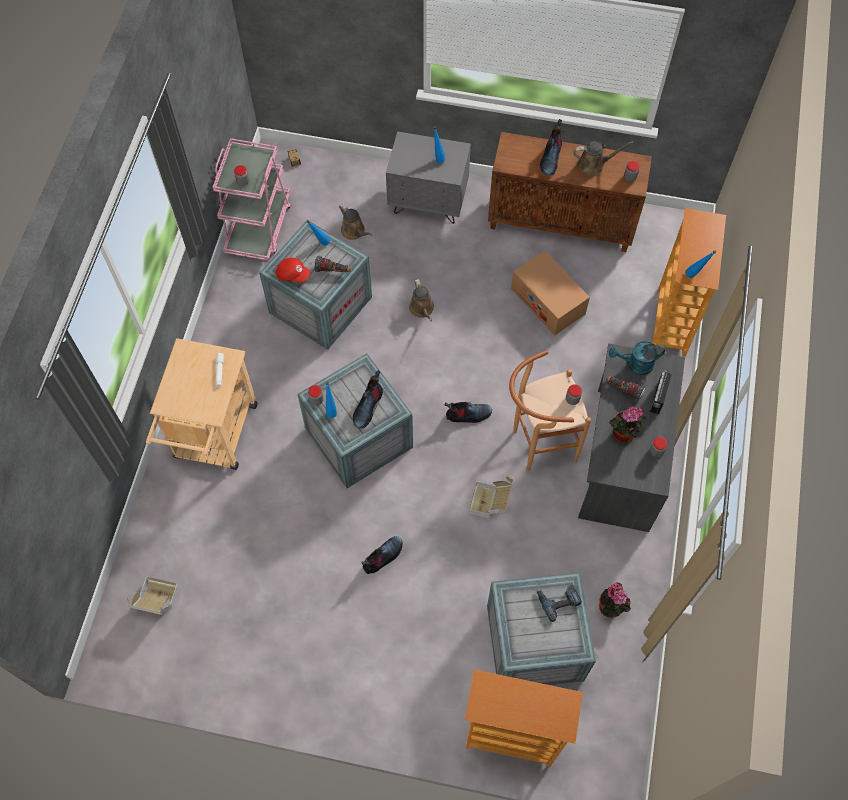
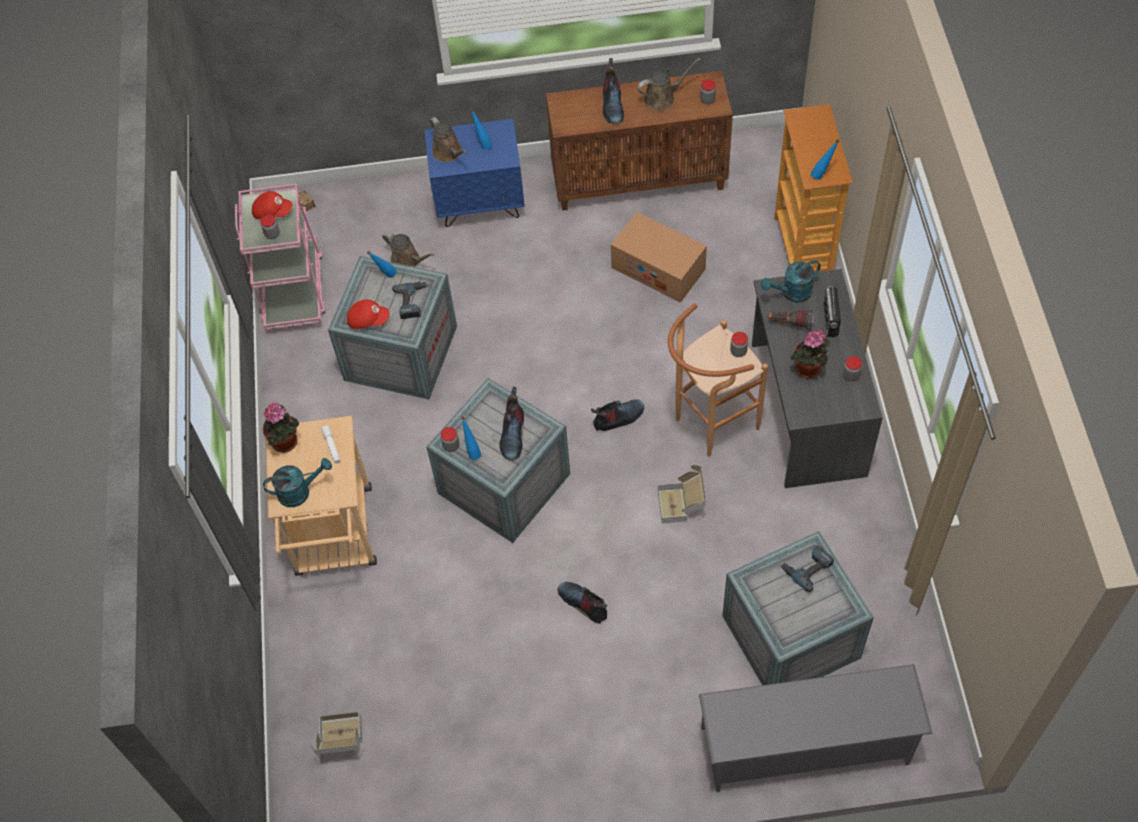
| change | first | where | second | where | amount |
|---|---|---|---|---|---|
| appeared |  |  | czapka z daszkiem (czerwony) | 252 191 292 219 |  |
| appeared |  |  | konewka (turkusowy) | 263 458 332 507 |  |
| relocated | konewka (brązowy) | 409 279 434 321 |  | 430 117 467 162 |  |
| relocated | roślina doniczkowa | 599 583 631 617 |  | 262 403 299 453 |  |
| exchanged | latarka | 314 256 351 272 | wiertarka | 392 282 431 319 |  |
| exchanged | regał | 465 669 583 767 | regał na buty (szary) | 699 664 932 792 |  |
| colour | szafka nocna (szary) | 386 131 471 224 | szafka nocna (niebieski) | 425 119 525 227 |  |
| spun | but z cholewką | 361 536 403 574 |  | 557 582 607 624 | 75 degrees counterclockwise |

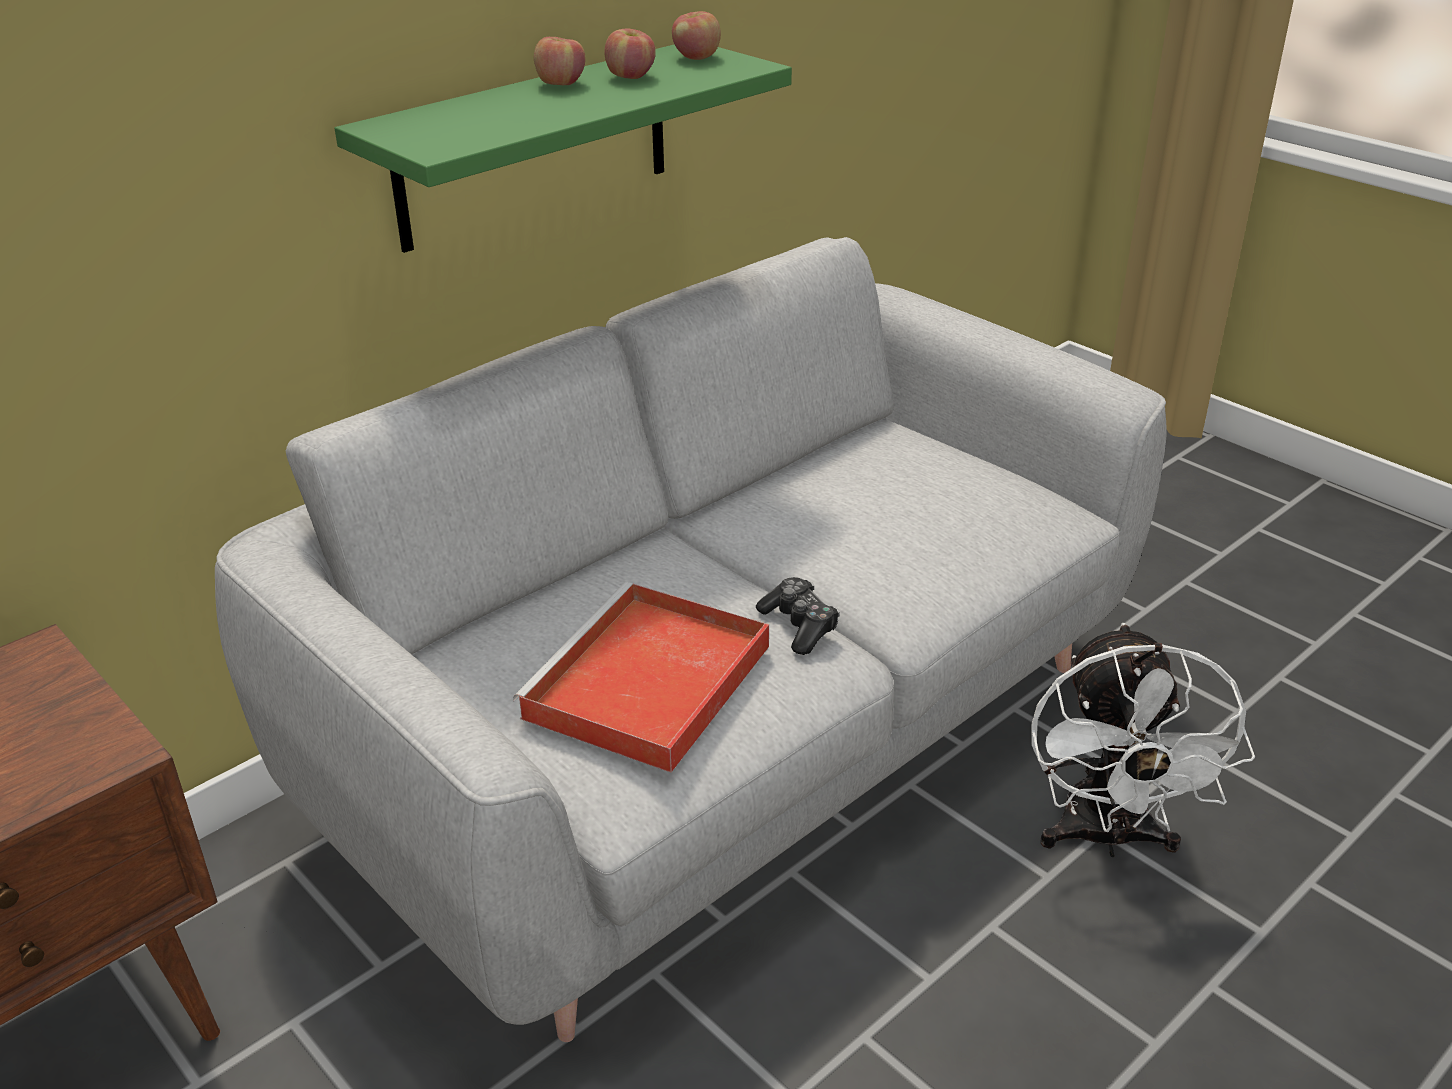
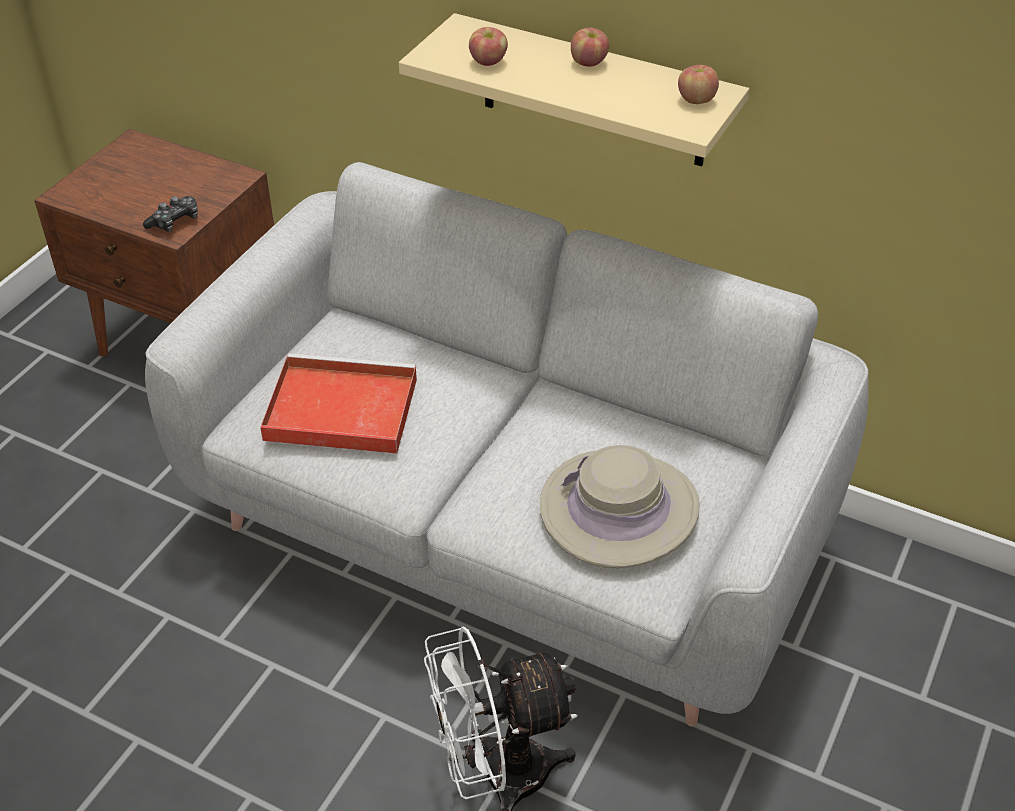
| change | first | where | second | where | amount |
|---|---|---|---|---|---|
| appeared |  |  | kapelusz (beżowy) | 540 445 700 568 |  |
| relocated | jabłko | 604 28 656 79 |  | 469 27 508 66 |  |
| relocated | pad do gier | 756 577 840 655 |  | 143 196 198 232 |  |
| colour | półka (zielony) | 335 44 792 253 | półka (beżowy) | 399 13 749 167 |  |

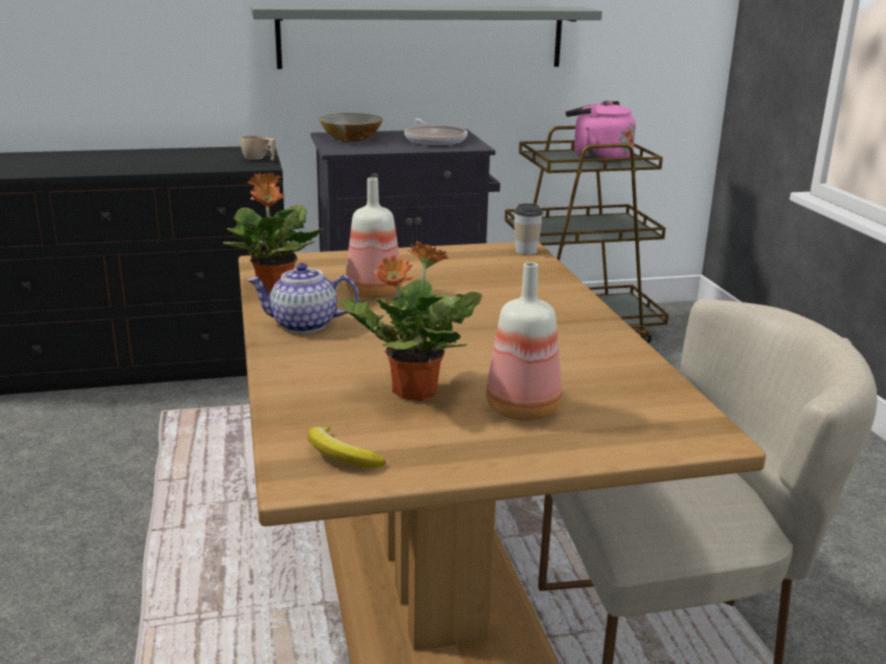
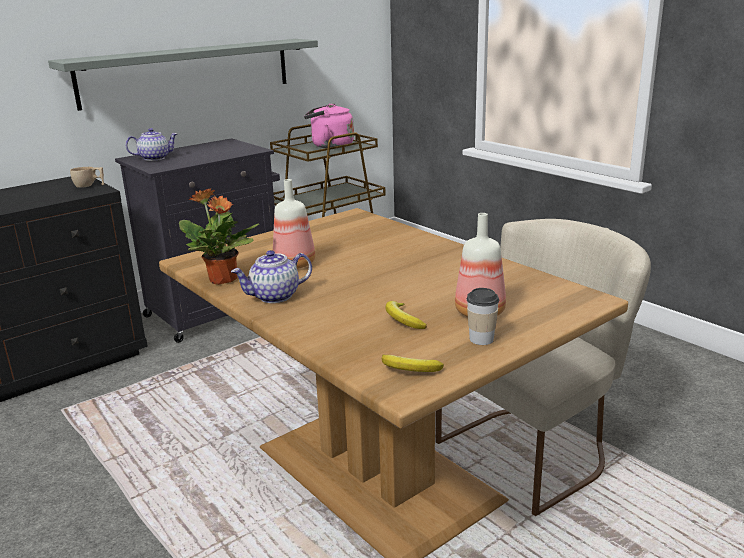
| change | first | where | second | where | amount |
|---|---|---|---|---|---|
| missing | patelnia | 404 118 468 145 |  |  |  |
| relocated | filiżanka | 514 203 543 255 |  | 467 288 499 345 |  |
| exchanged | miska | 319 113 383 142 | imbryk | 125 128 177 161 |  |
| exchanged | roślina doniczkowa | 340 241 482 401 | banan | 385 301 427 329 |  |

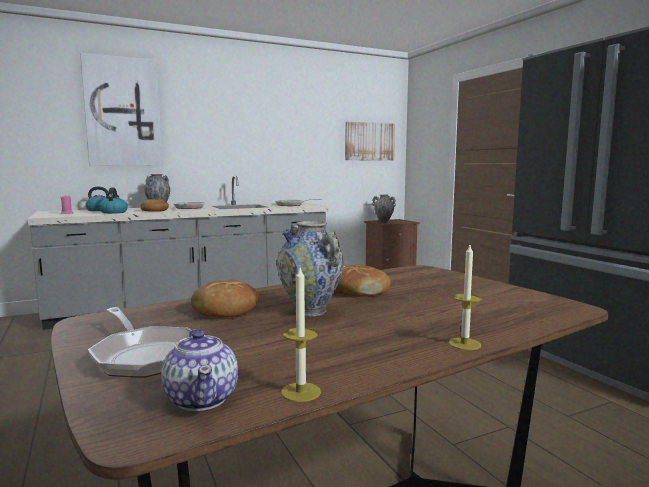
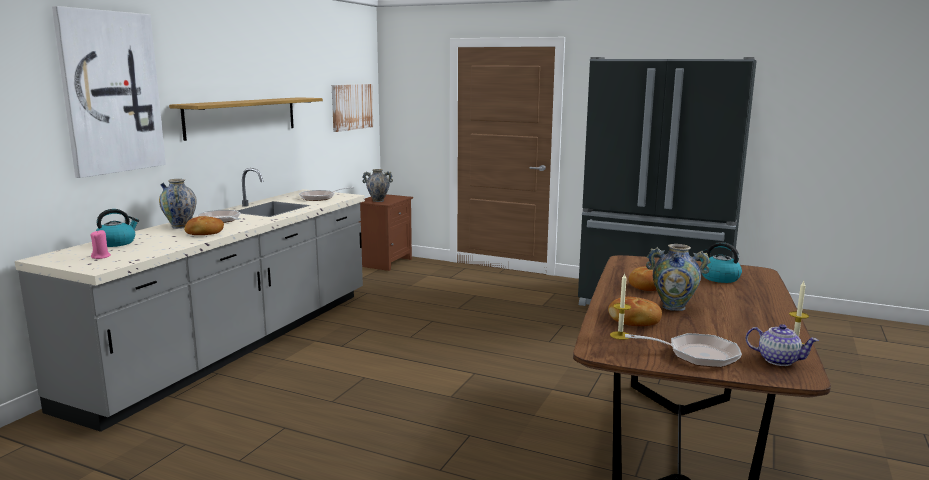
| change | first | where | second | where | amount |
|---|---|---|---|---|---|
| appeared |  |  | półka | 169 97 323 141 |  |
| relocated | czajnik | 99 188 128 214 |  | 700 242 742 283 |  |
| relocated | świeca | 449 245 481 350 |  | 610 273 631 340 |  |

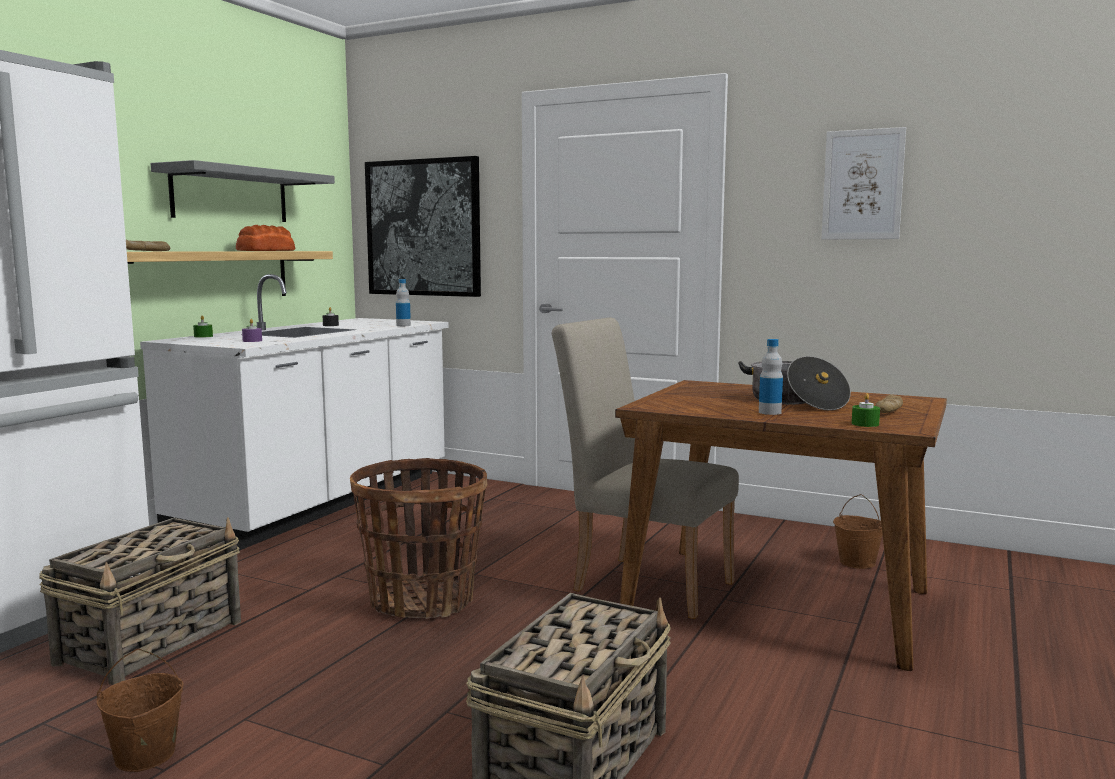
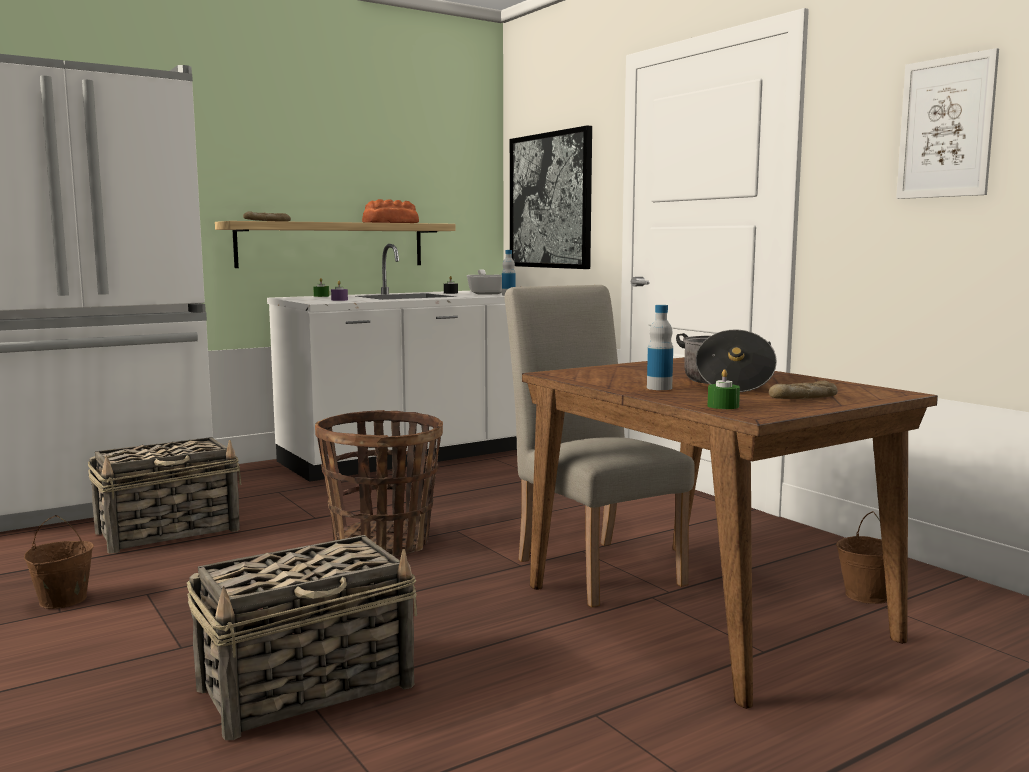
| change | first | where | second | where | amount |
|---|---|---|---|---|---|
| missing | półka (szary) | 150 160 335 222 |  |  |  |
| appeared |  |  | patelnia | 466 269 502 294 |  |

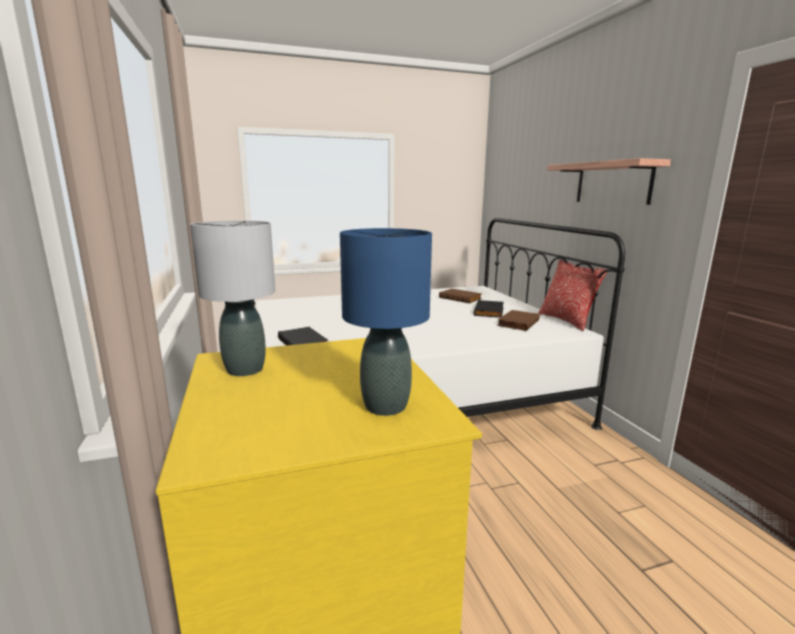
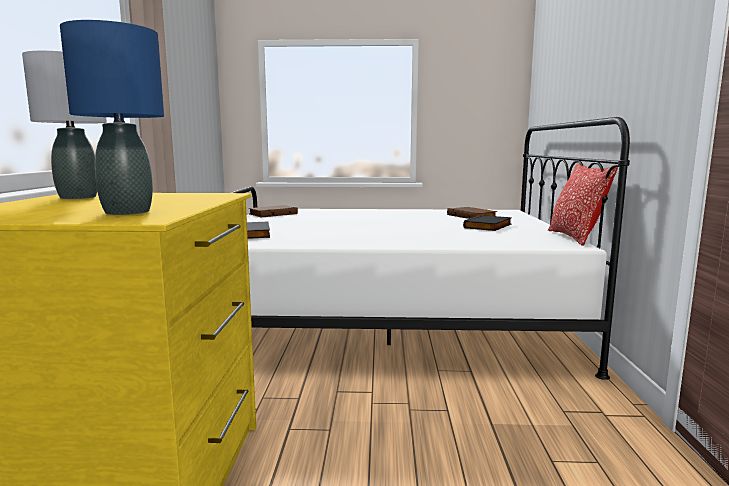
| change | first | where | second | where | amount |
|---|---|---|---|---|---|
| missing | półka | 547 158 671 205 |  |  |  |
| relocated | książka (brązowy) | 497 310 540 331 |  | 249 205 298 217 |  |

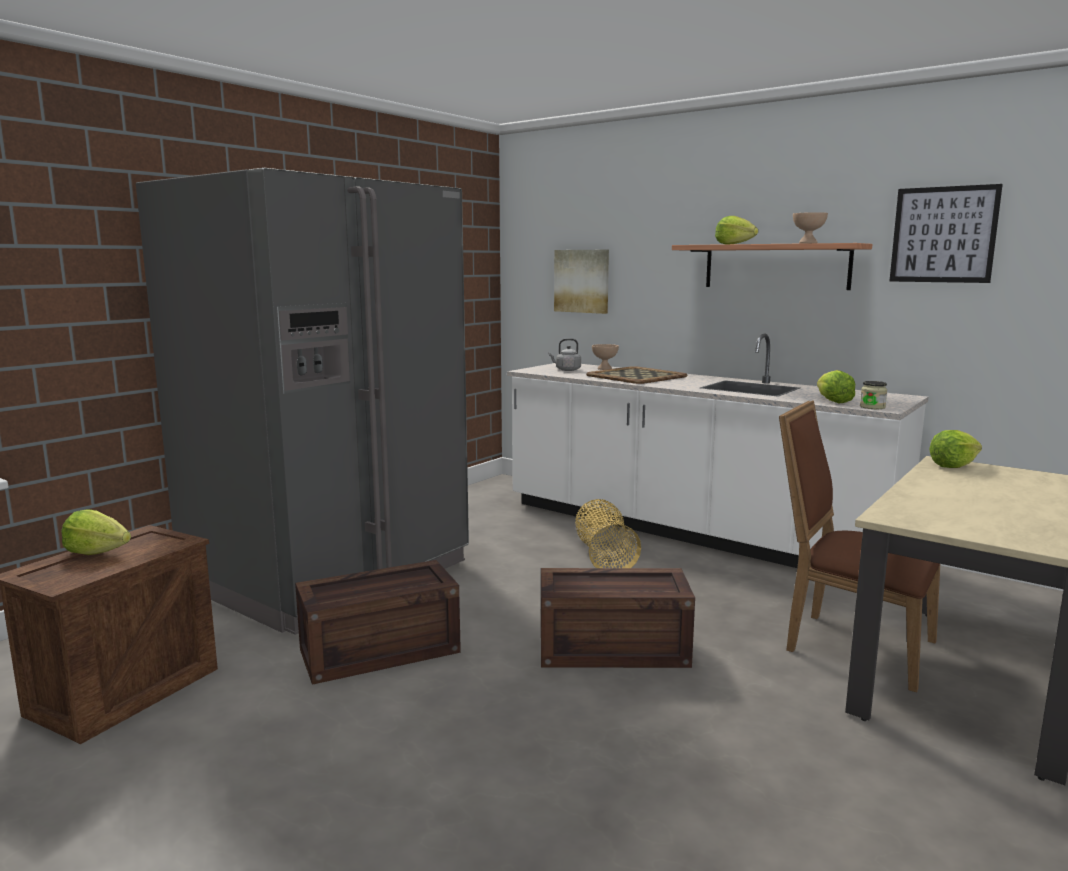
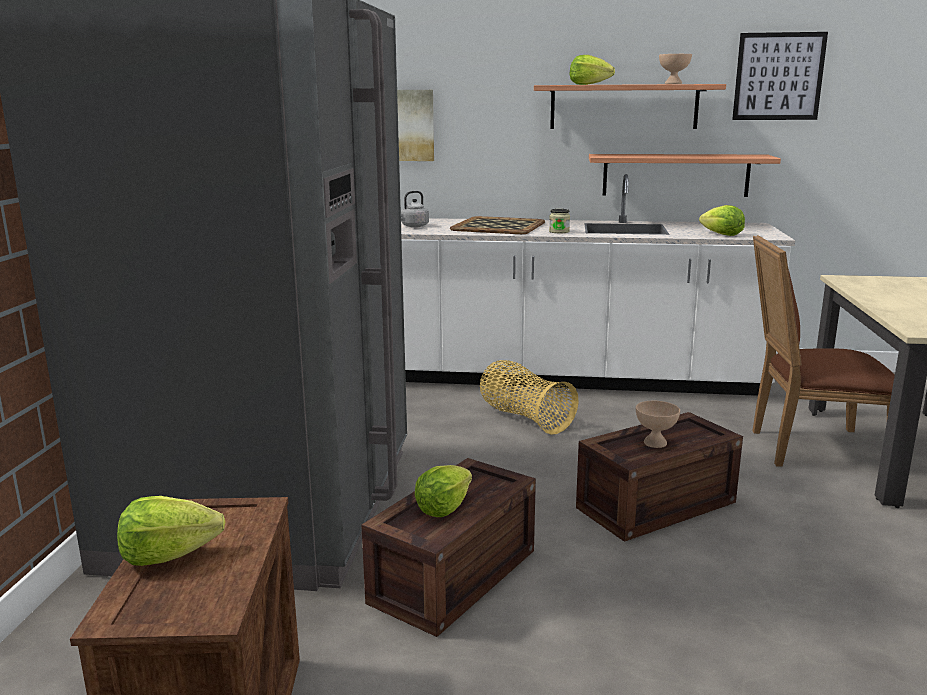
| change | first | where | second | where | amount |
|---|---|---|---|---|---|
| appeared |  |  | półka | 589 154 781 197 |  |
| relocated | miska (beżowy) | 592 344 619 370 |  | 636 401 680 448 |  |
| relocated | słoik | 860 381 887 409 |  | 549 209 570 233 |  |
| relocated | sałata | 929 430 982 468 |  | 415 465 472 517 |  |

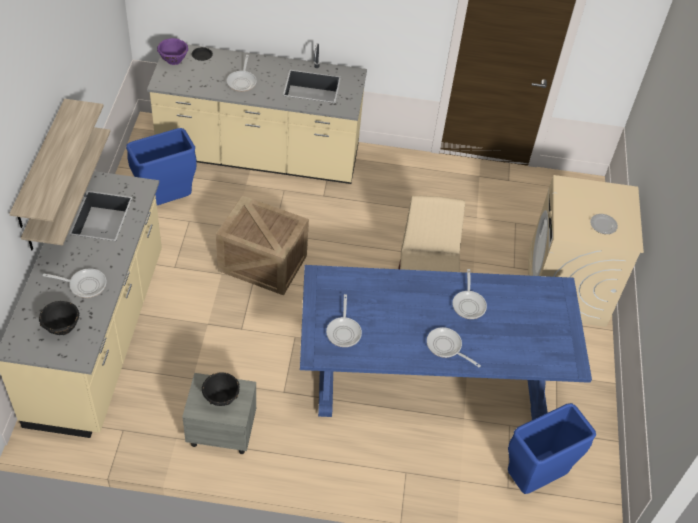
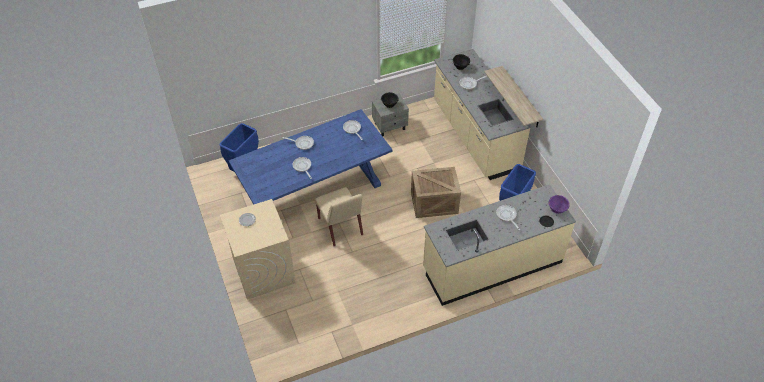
| change | first | where | second | where | amount |
|---|---|---|---|---|---|
| missing | półka | 9 99 104 228 |  |  |  |

